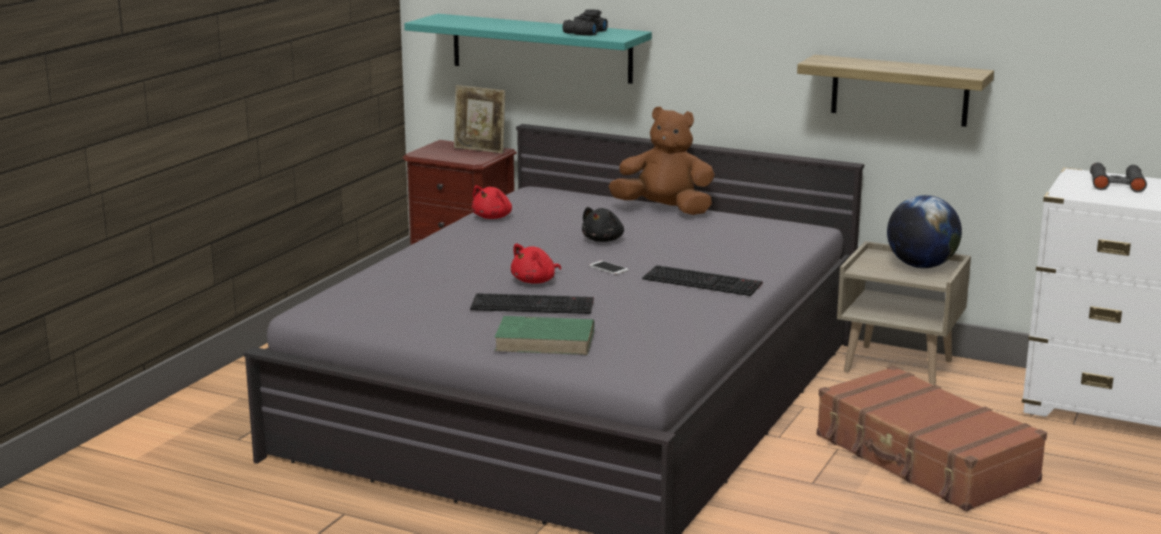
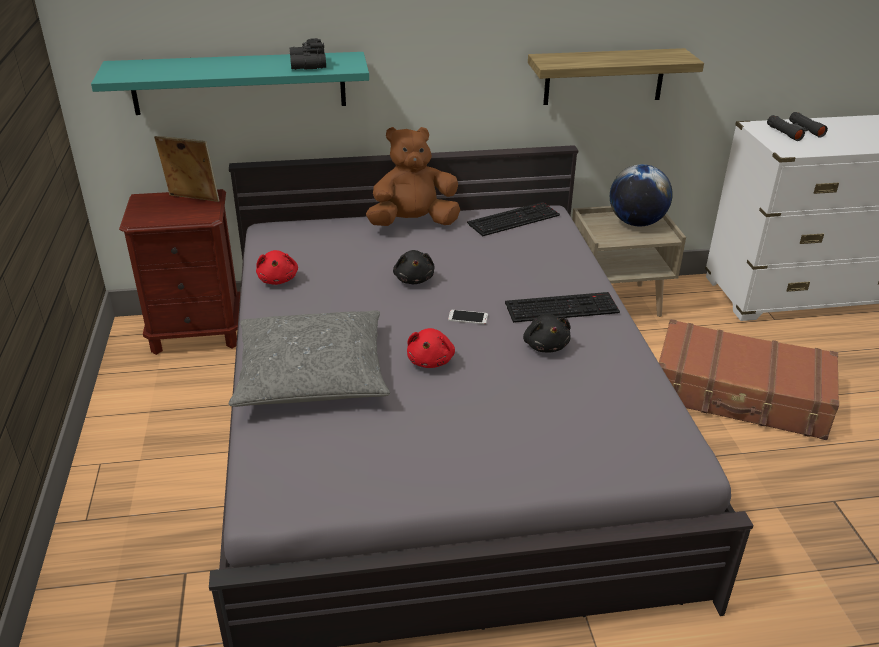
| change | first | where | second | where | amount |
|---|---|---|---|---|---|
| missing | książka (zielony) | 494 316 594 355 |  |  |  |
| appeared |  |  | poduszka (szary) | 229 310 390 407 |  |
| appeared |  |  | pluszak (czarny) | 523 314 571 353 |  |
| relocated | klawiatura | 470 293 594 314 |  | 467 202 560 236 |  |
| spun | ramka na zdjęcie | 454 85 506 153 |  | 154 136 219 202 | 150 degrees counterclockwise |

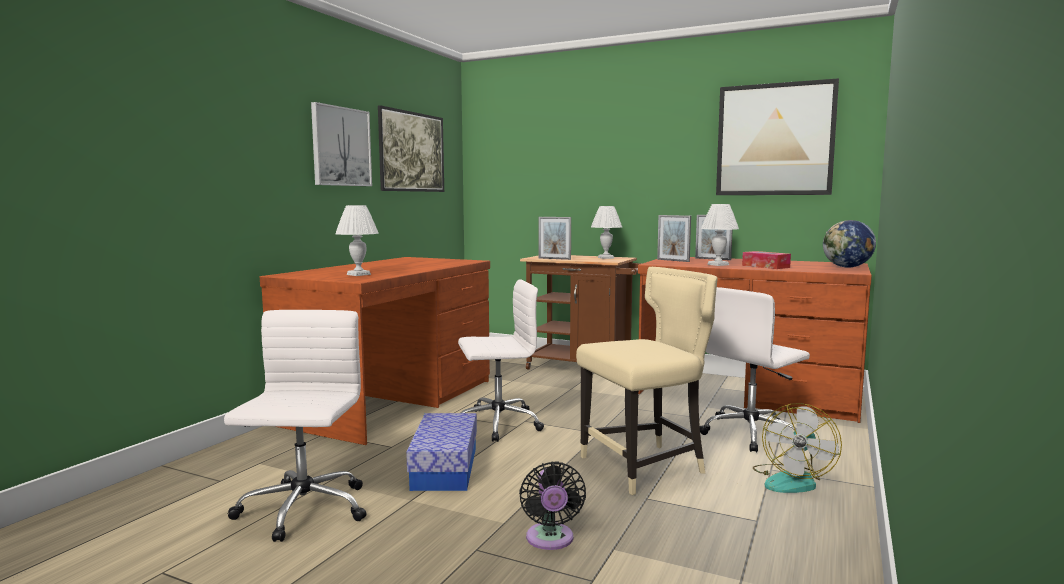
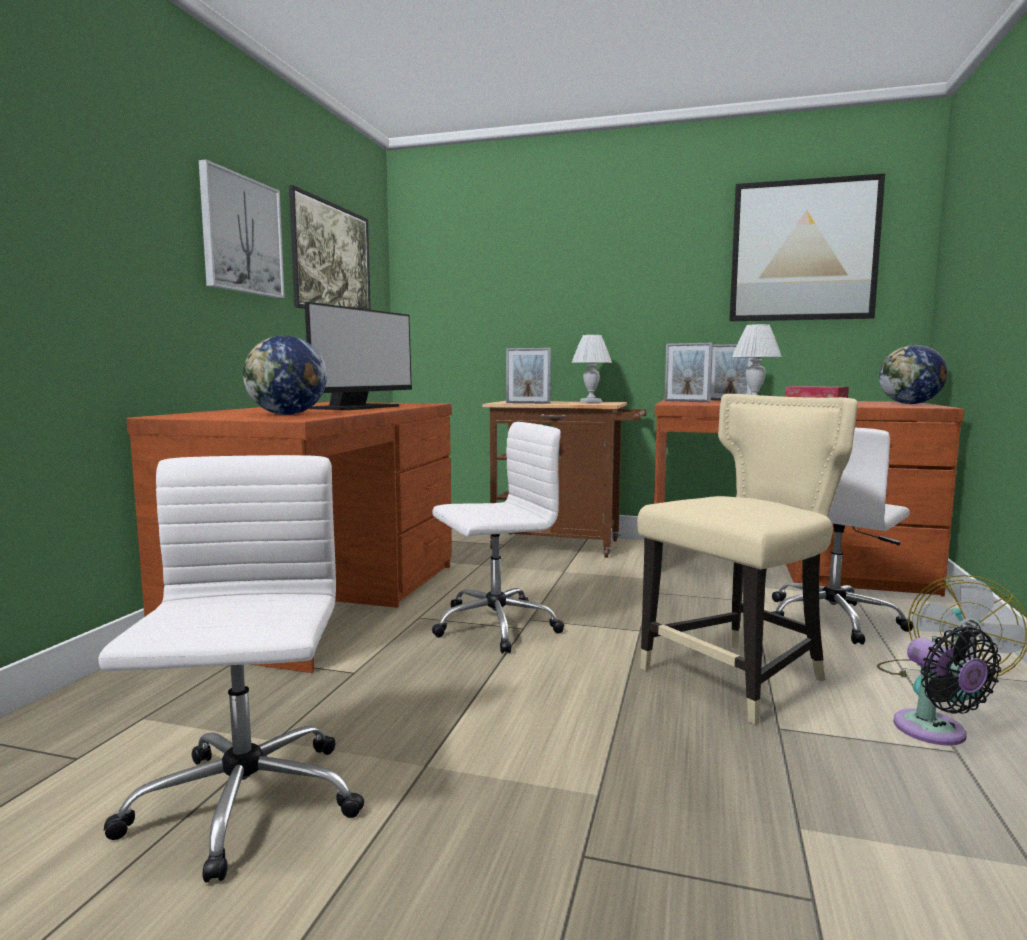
| change | first | where | second | where | amount |
|---|---|---|---|---|---|
| missing | pojemnik do przechowywania | 406 413 477 491 |  |  |  |
| appeared |  |  | monitor | 305 302 412 410 |  |
| relocated | wentylator (czarny) | 519 461 586 550 |  | 893 626 1001 745 |  |
| exchanged | lampa stołowa (biały) | 335 205 379 276 | globus | 243 336 327 415 |  |

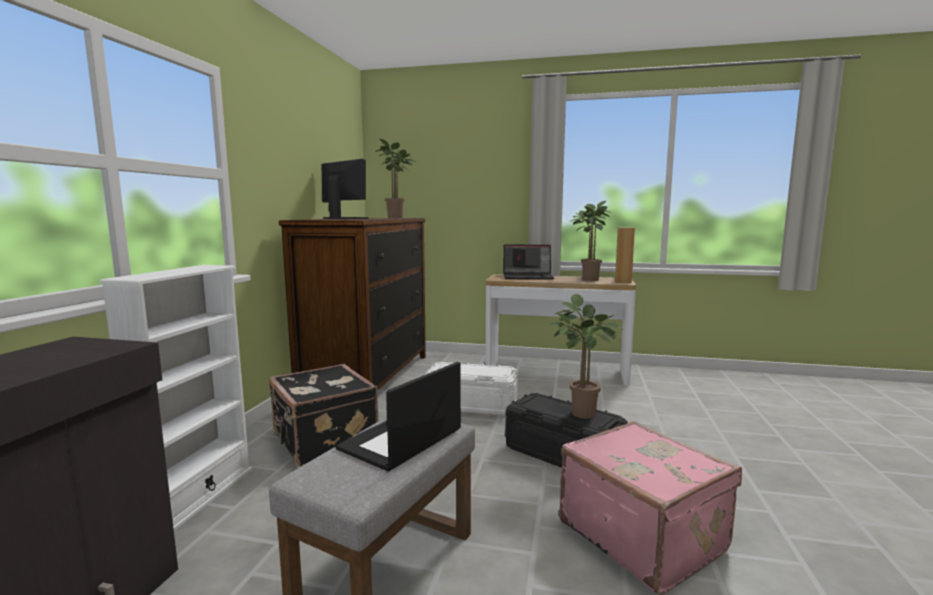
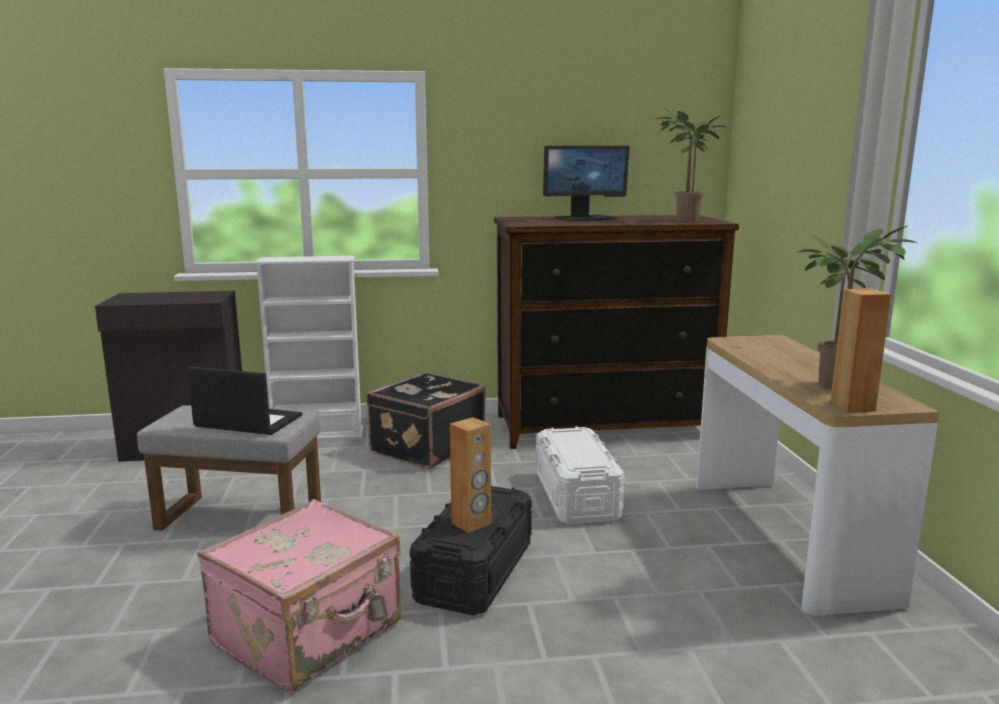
| change | first | where | second | where | amount |
|---|---|---|---|---|---|
| missing | laptop | 503 245 554 280 |  |  |  |
| exchanged | roślina doniczkowa | 548 294 623 419 | głośnik (brązowy) | 450 417 491 533 |  |
| spun | monitor | 321 159 369 219 |  | 543 146 629 221 | 45 degrees clockwise |

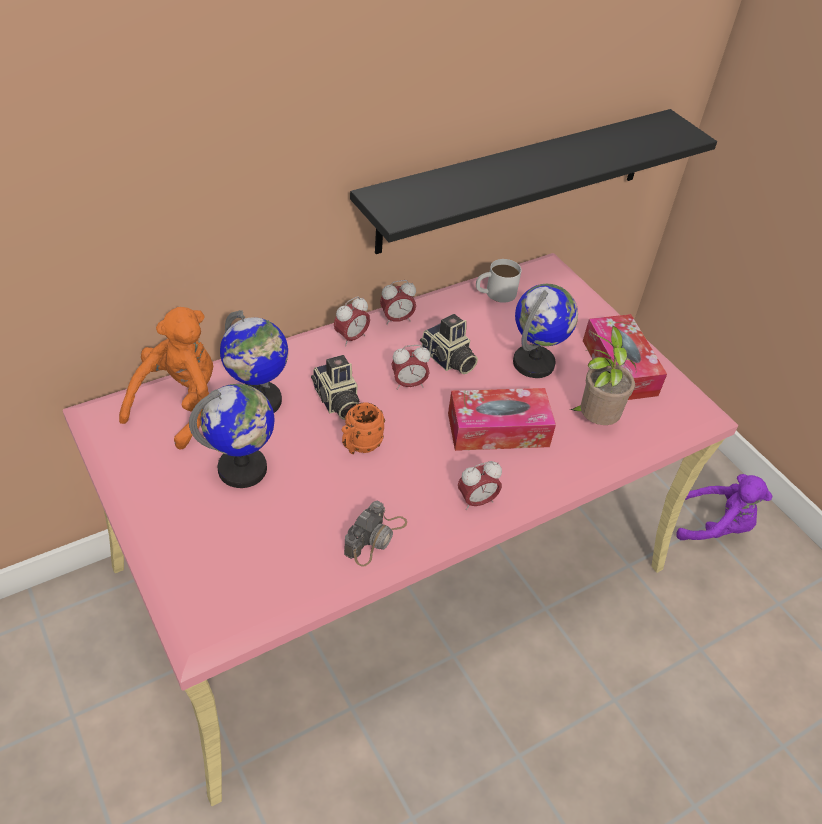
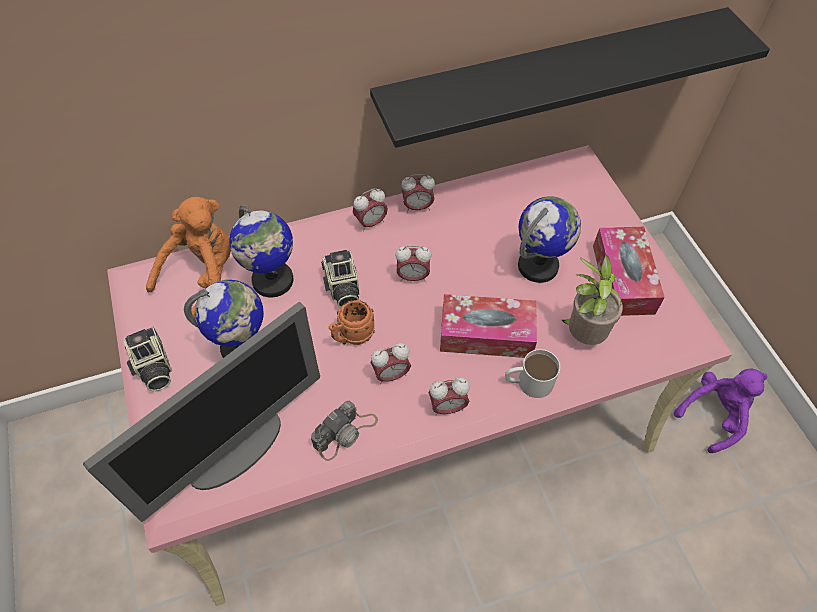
| change | first | where | second | where | amount |
|---|---|---|---|---|---|
| appeared |  |  | monitor | 83 302 320 522 |  |
| appeared |  |  | budzik | 370 343 411 384 |  |
| relocated | aparat fotograficzny | 420 314 478 374 |  | 123 327 172 391 |  |
| relocated | kubek (biały) | 476 259 522 303 |  | 505 349 560 398 |  |
| spun | pluszak (fioletowy) | 676 474 773 540 |  | 674 369 767 453 | 60 degrees counterclockwise |

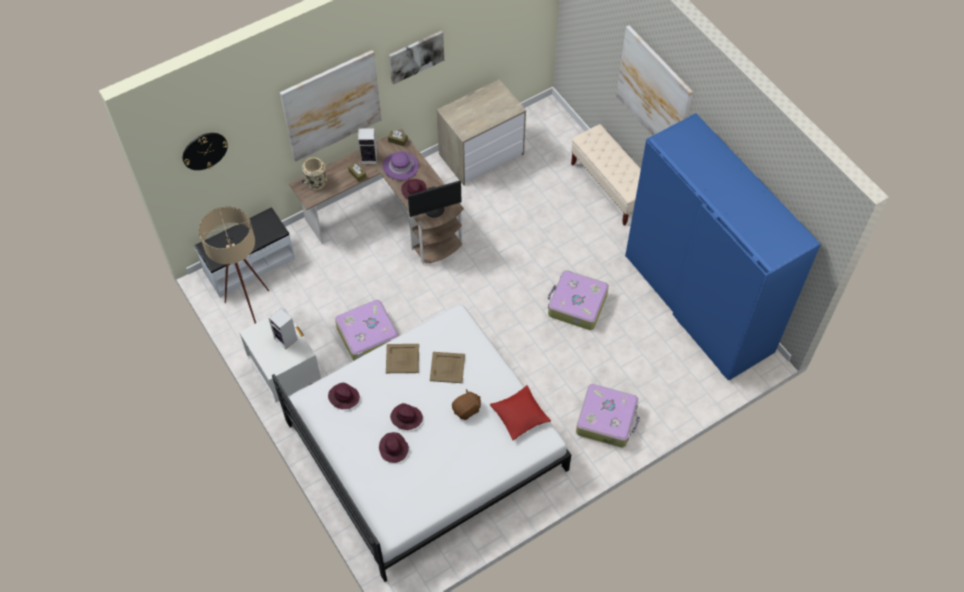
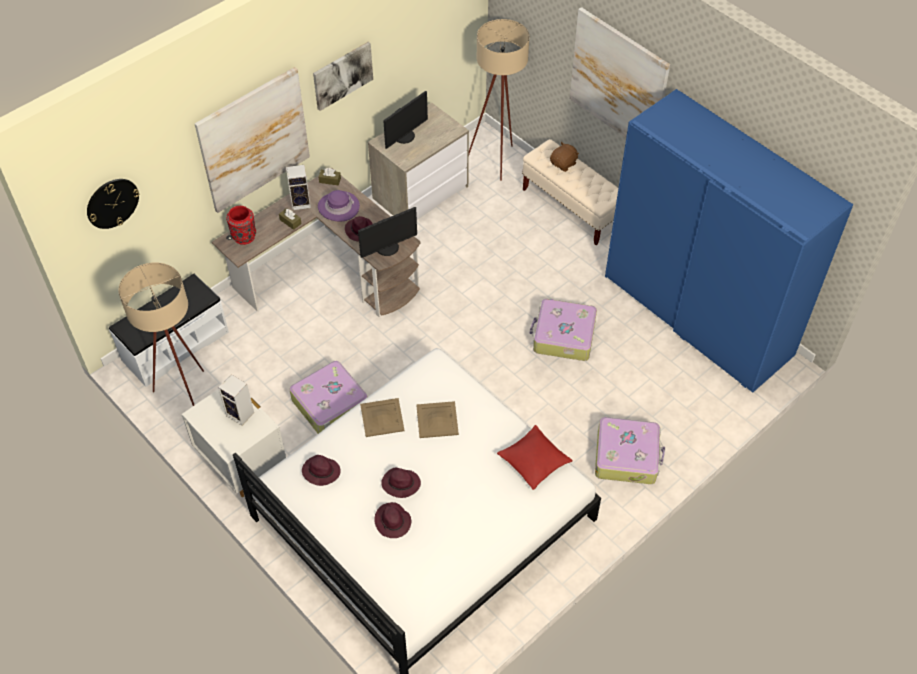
| change | first | where | second | where | amount |
|---|---|---|---|---|---|
| appeared |  |  | monitor | 383 91 428 149 |  |
| appeared |  |  | lampa stojąca (beżowy) | 469 19 530 181 |  |
| relocated | pluszak (brązowy) | 452 389 481 420 |  | 550 142 579 172 |  |
| colour | wazon (beżowy) | 302 157 327 190 | wazon (czerwony) | 226 206 256 245 |  |

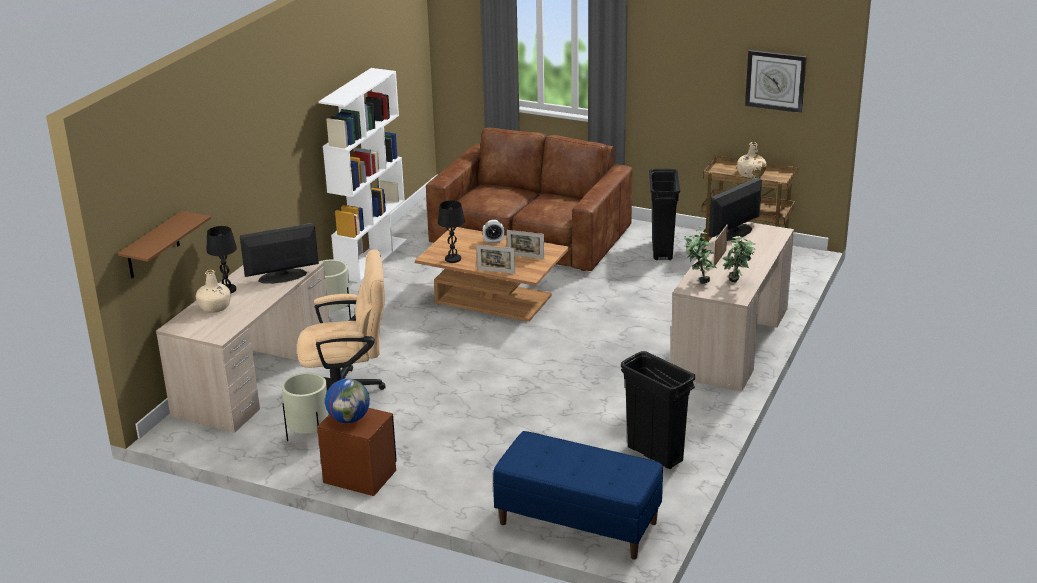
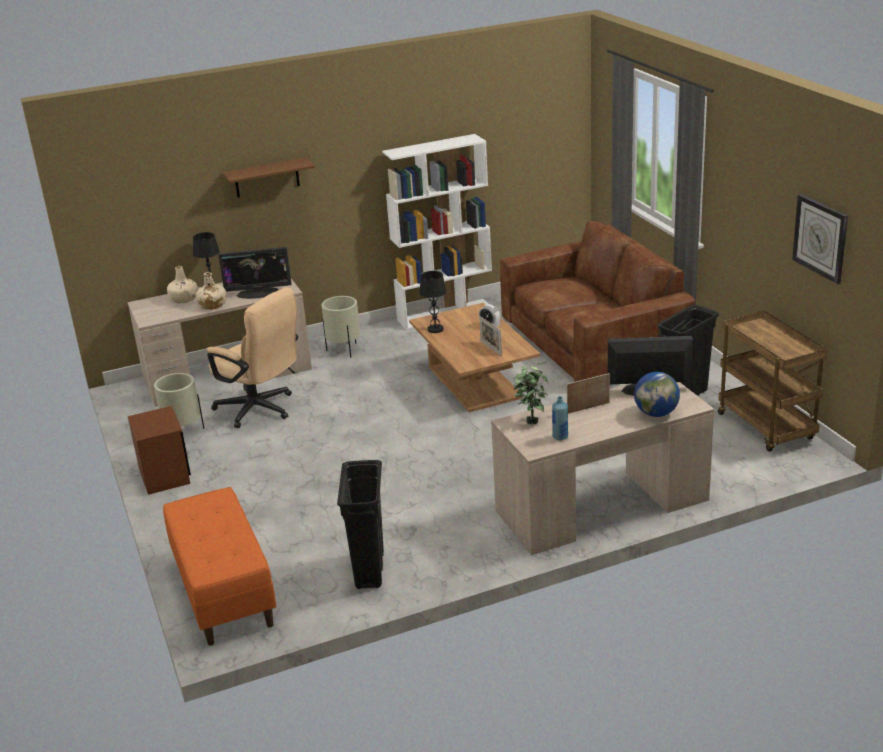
| change | first | where | second | where | amount |
|---|---|---|---|---|---|
| missing | ramka na zdjęcie | 476 245 515 274 |  |  |  |
| relocated | półka (brązowy) | 118 211 211 278 |  | 223 157 315 197 |  |
| relocated | globus | 325 379 370 423 |  | 634 372 680 417 |  |
| relocated | butelka (beżowy) | 737 142 767 178 |  | 196 272 226 310 |  |
| exchanged | roślina doniczkowa | 722 236 755 282 | butelka (niebieski) | 552 396 568 440 |  |
| colour | ławka (niebieski) | 493 431 663 559 | ławka (pomarańczowy) | 163 487 277 646 |  |
| spun | monitor | 240 223 319 284 |  | 218 247 292 299 | 150 degrees clockwise |

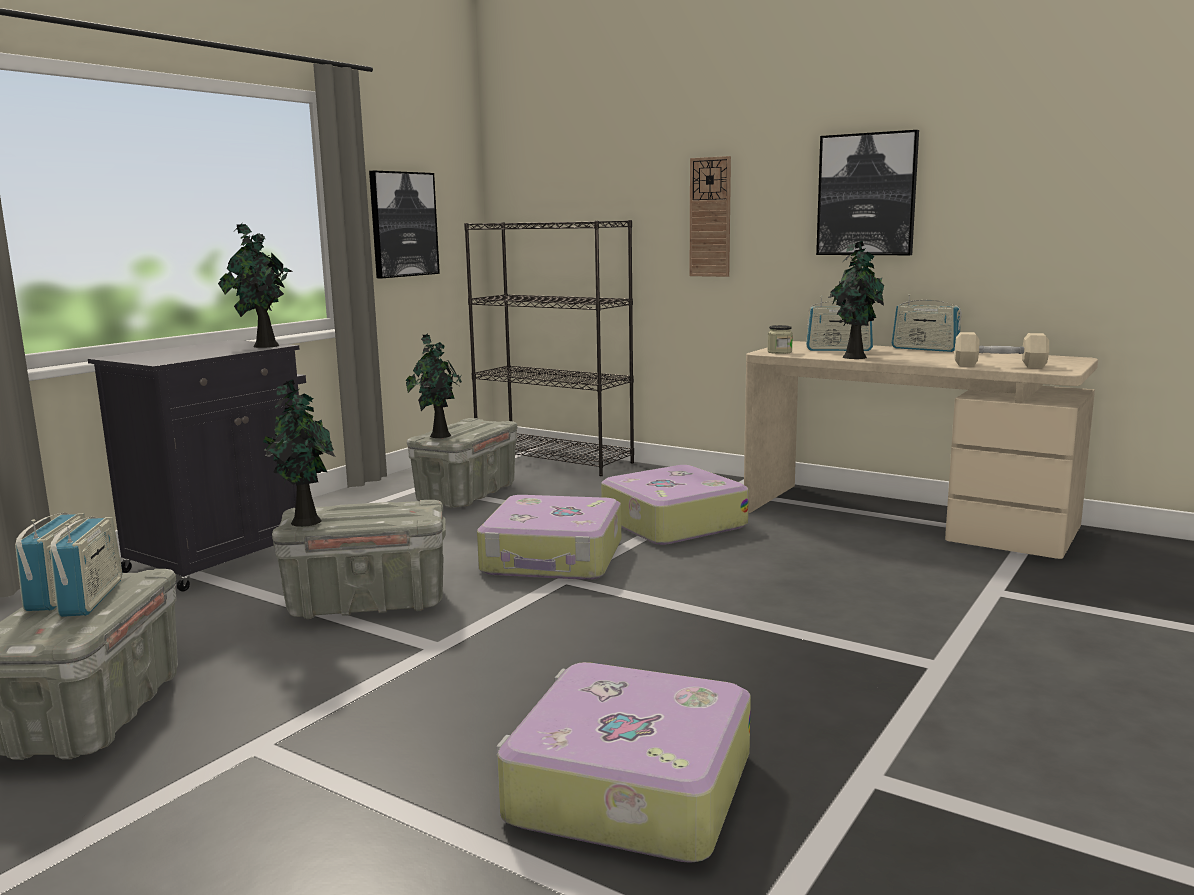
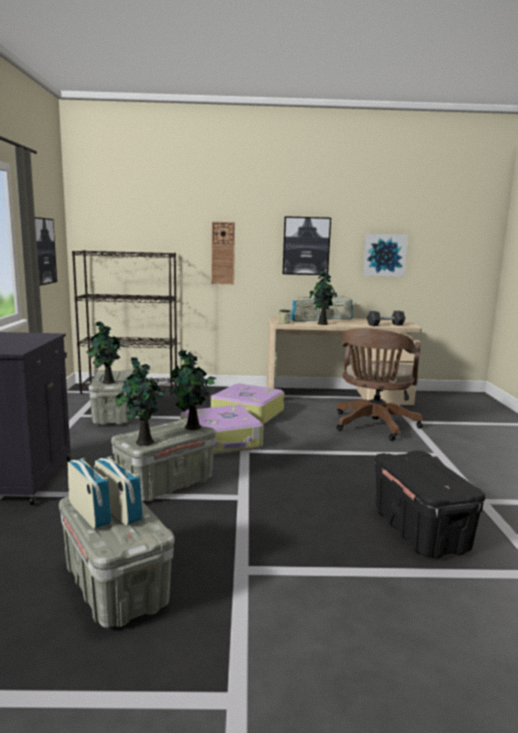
| change | first | where | second | where | amount |
|---|---|---|---|---|---|
| appeared |  |  | krzesło biurowe (brązowy) | 336 328 423 441 |  |
| appeared |  |  | obraz | 363 234 408 277 |  |
| relocated | roślina doniczkowa | 218 224 293 348 |  | 168 349 216 430 |  |
| exchanged | walizka | 496 662 751 863 | pojemnik do przechowywania (czarny) | 375 451 485 558 |  |
| colour | hantel (beżowy) | 954 332 1049 368 | hantel (czarny) | 367 311 405 326 |  |

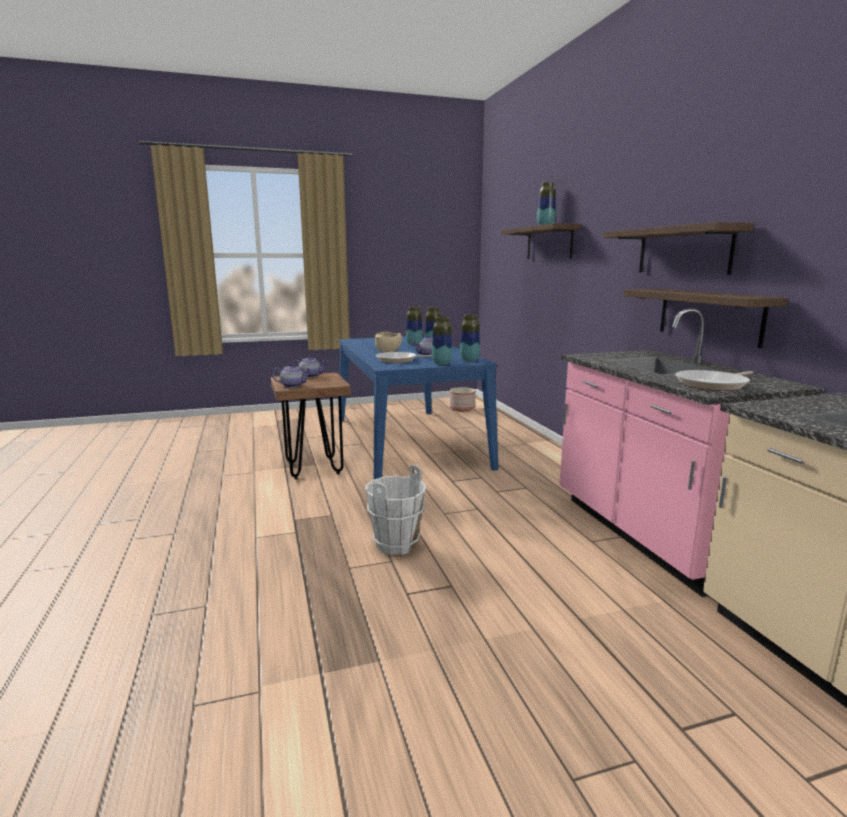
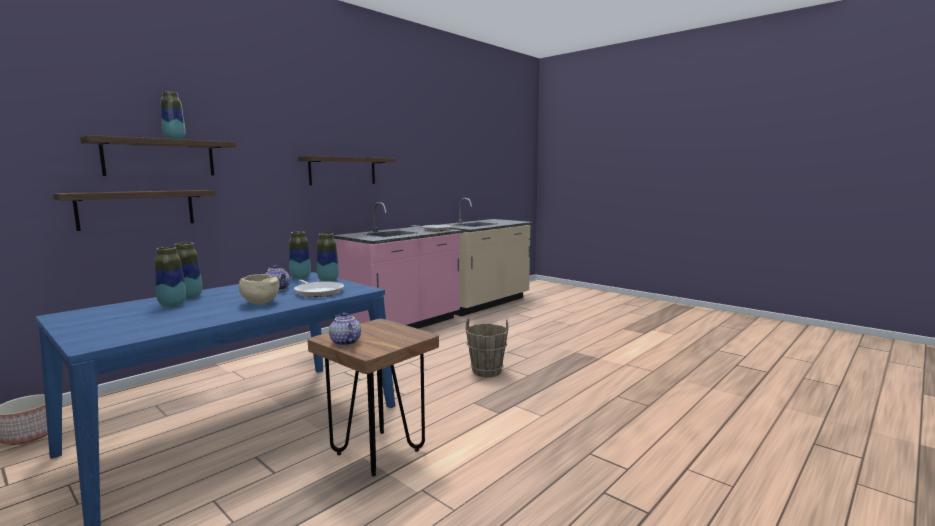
| change | first | where | second | where | amount |
|---|---|---|---|---|---|
| missing | imbryk | 272 363 311 388 |  |  |  |
| relocated | półka | 623 289 788 348 |  | 53 190 215 231 |  |
| colour | wiadro (biały) | 366 465 426 555 | wiadro (brązowy) | 466 318 508 377 |  |

